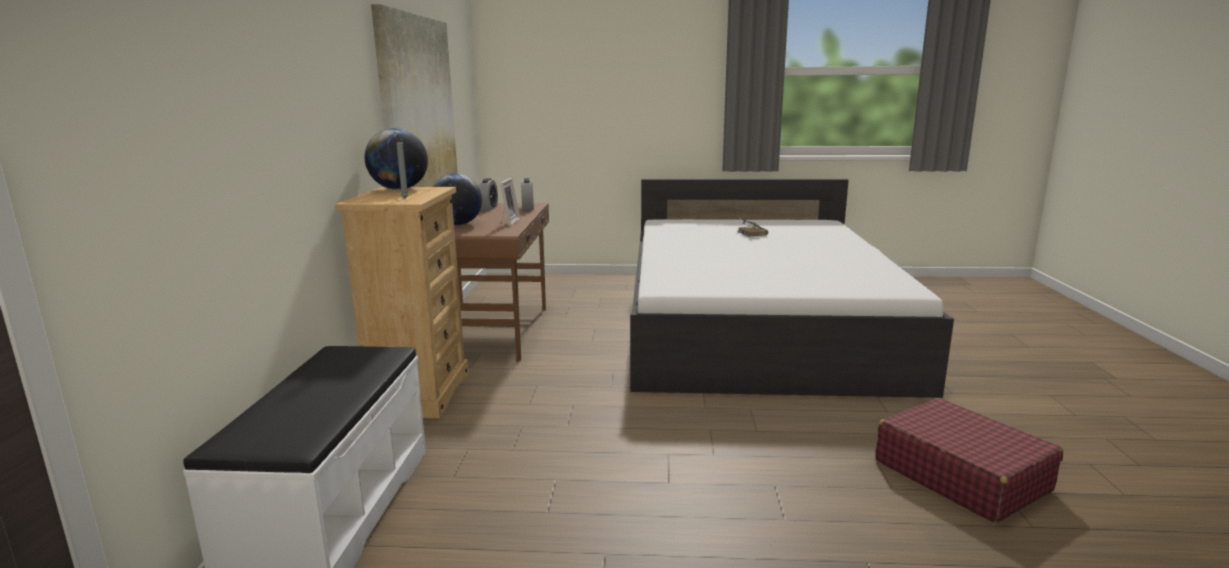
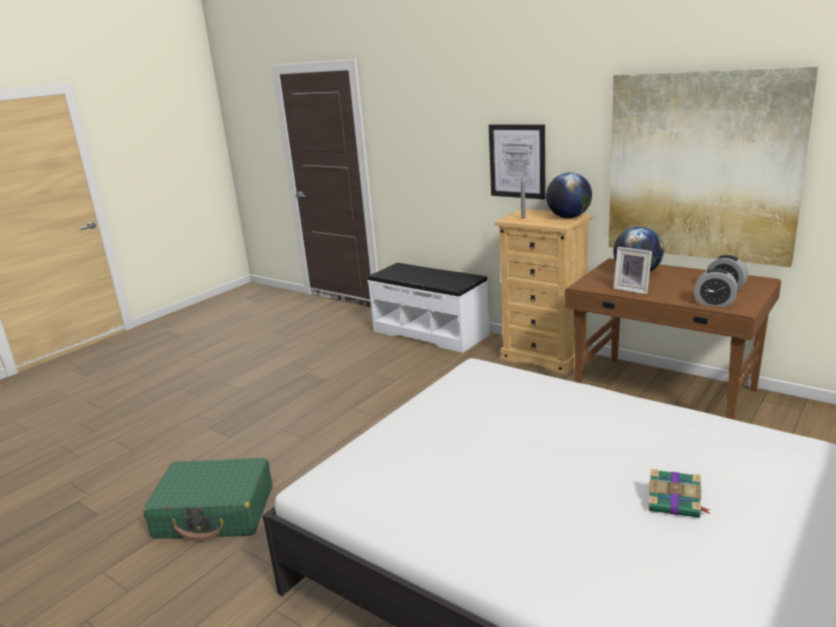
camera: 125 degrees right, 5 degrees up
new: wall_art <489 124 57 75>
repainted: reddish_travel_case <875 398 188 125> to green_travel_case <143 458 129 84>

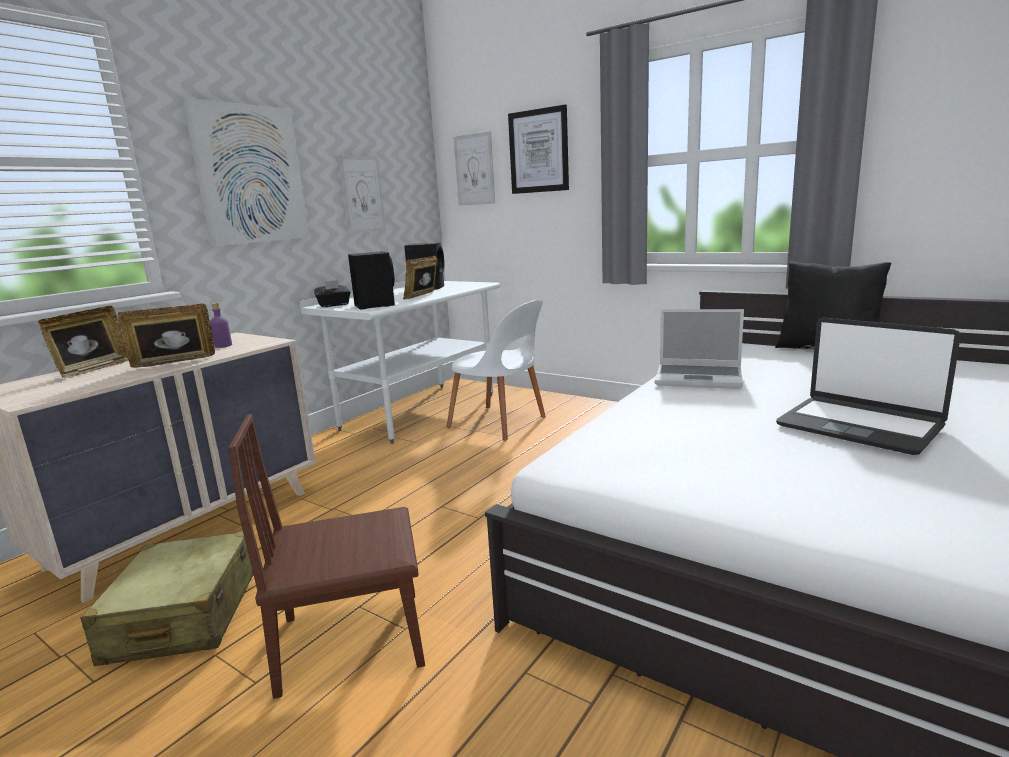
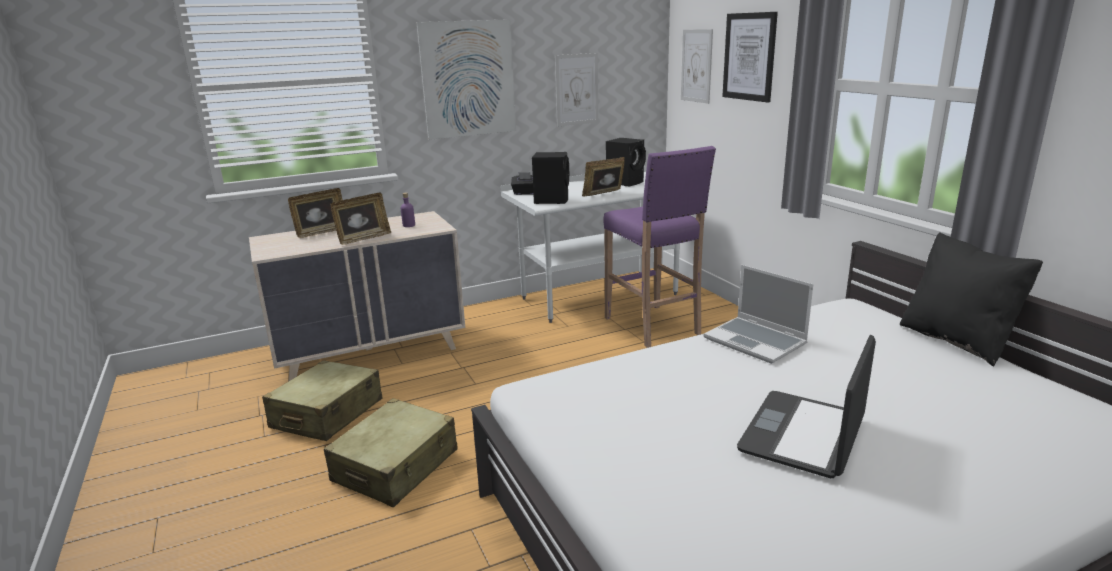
camera: 30 degrees right, 5 degrees up
swapped: brown-coloured_chair <228 414 197 285> to beige-coloured_travel_case <324 398 134 109>; white_chair <446 300 100 141> to purplish_stool <603 146 113 202>
rotated: photo_frame <117 303 98 65> = <330 192 61 53> 135 degrees clockwise; laptop <776 317 185 138> = <737 335 139 144> 45 degrees clockwise

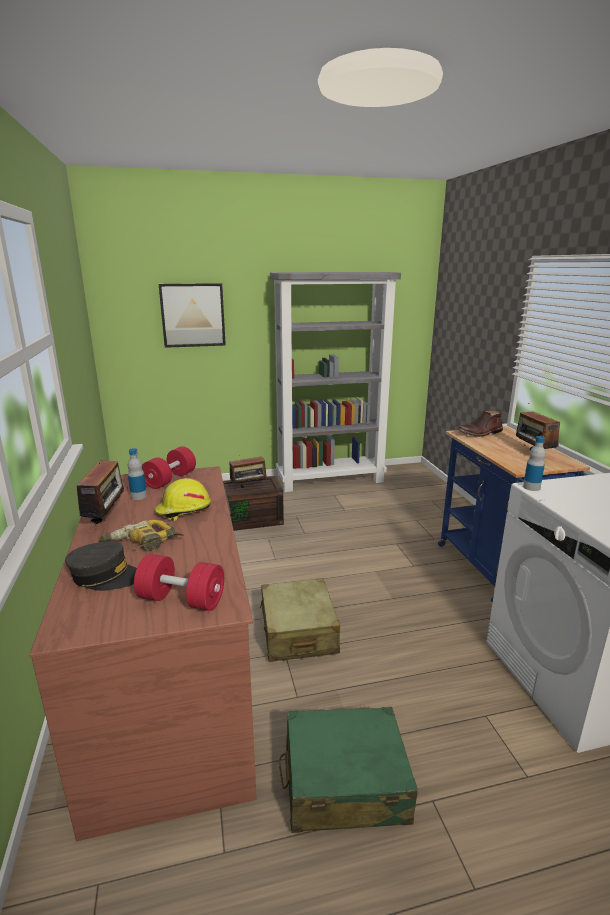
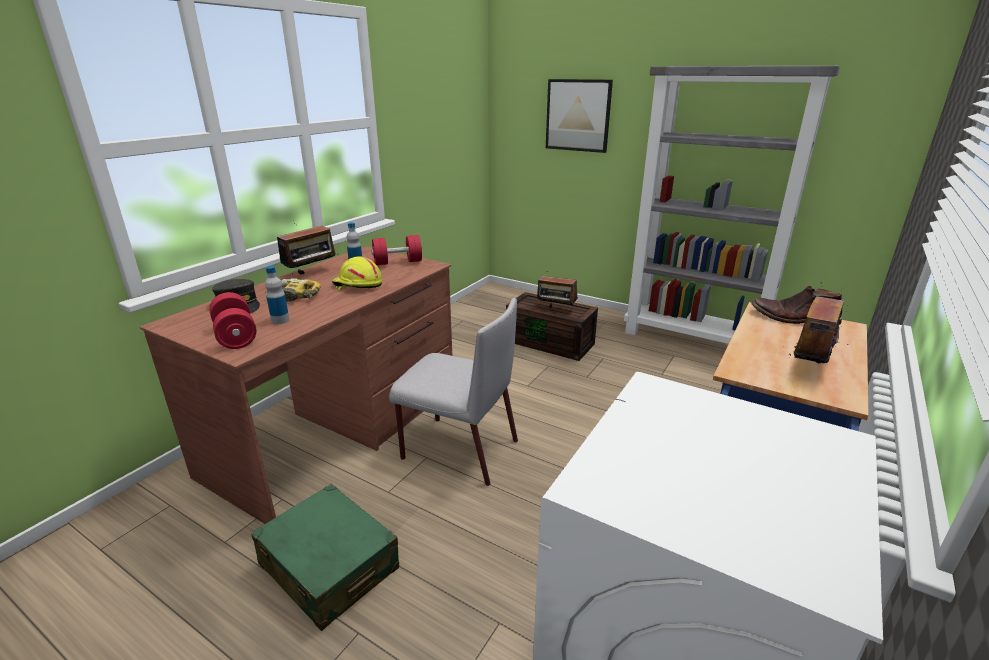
camera: 45 degrees right, 5 degrees up
shifted: bottle <523 436 23 55> to <265 266 25 58>
swapped: beige-coloured_travel_case <260 578 80 84> to greyish_chair <389 298 129 188>

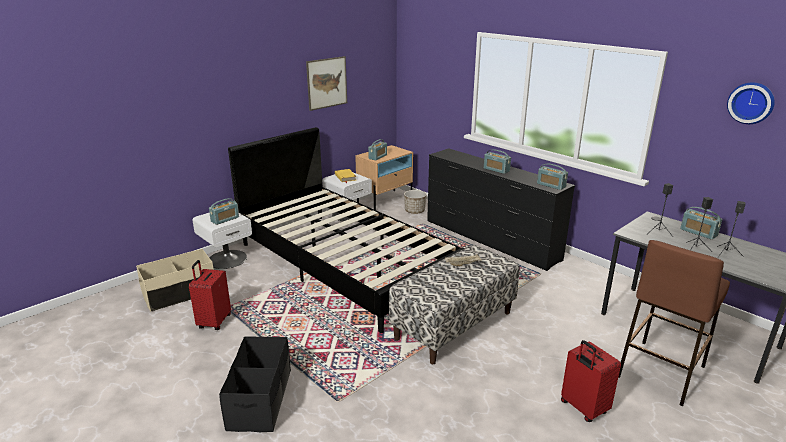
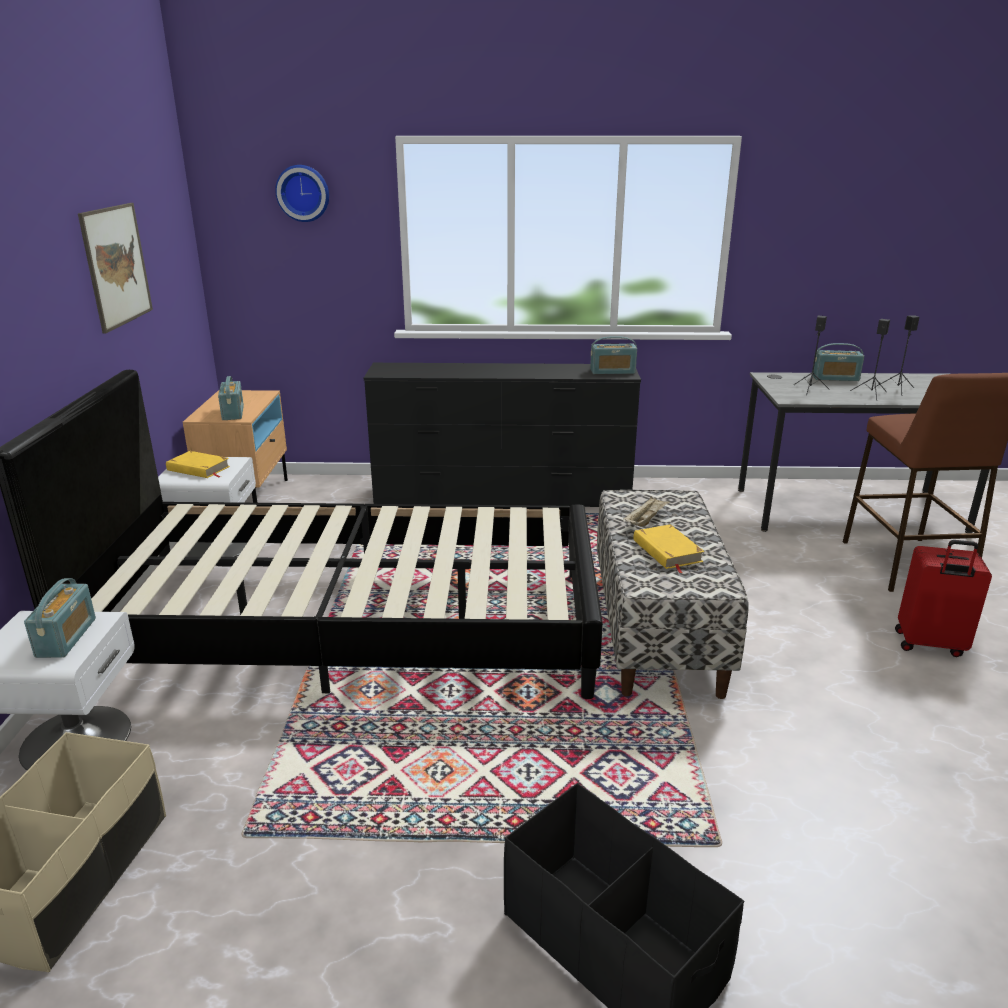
camera: 45 degrees left, 0 degrees up
gone: reddish_travel_case <189 260 42 70>; flower_pot <404 190 23 24>; radio_receiver <484 149 27 25>
new: yellow_volume <634 524 71 49>
shifted: hanging_clock <727 83 47 41> to <275 165 54 57>

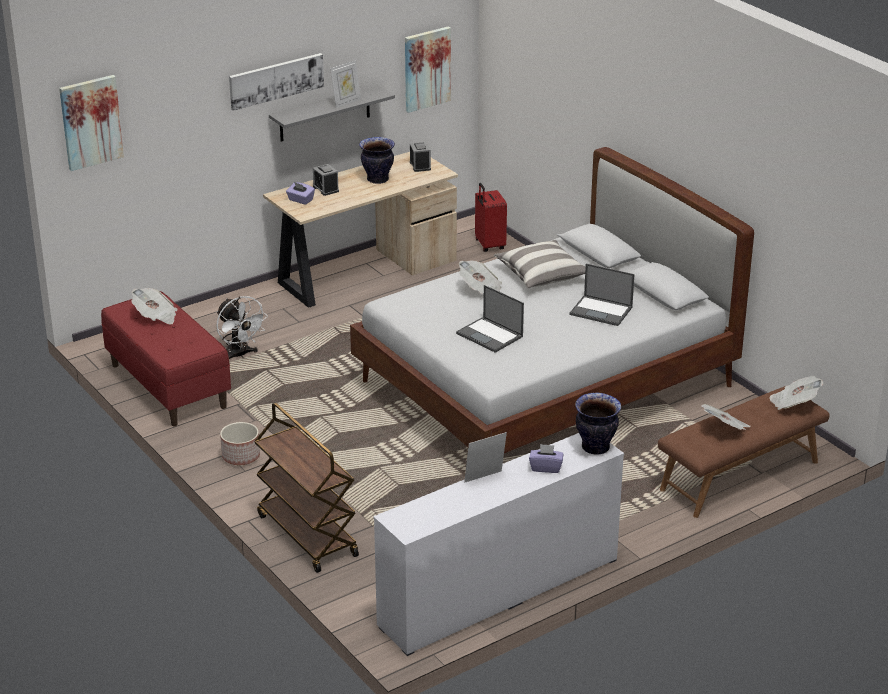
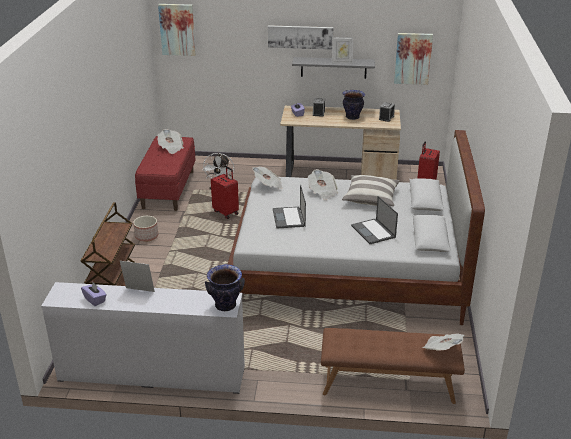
camera: 40 degrees right, 0 degrees up
new: reddish_travel_case <211 167 28 52>
shifted: purplish_tissue_holder <529 444 34 29> to <81 282 26 24>; daily_paper <701 404 50 26> to <252 166 31 23>

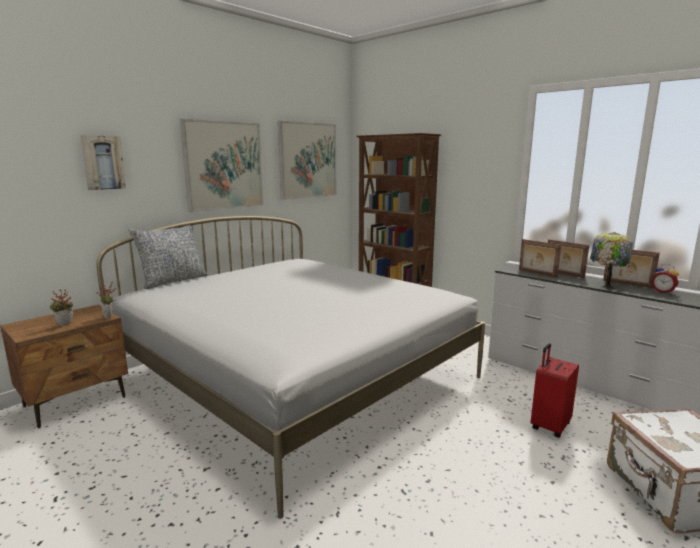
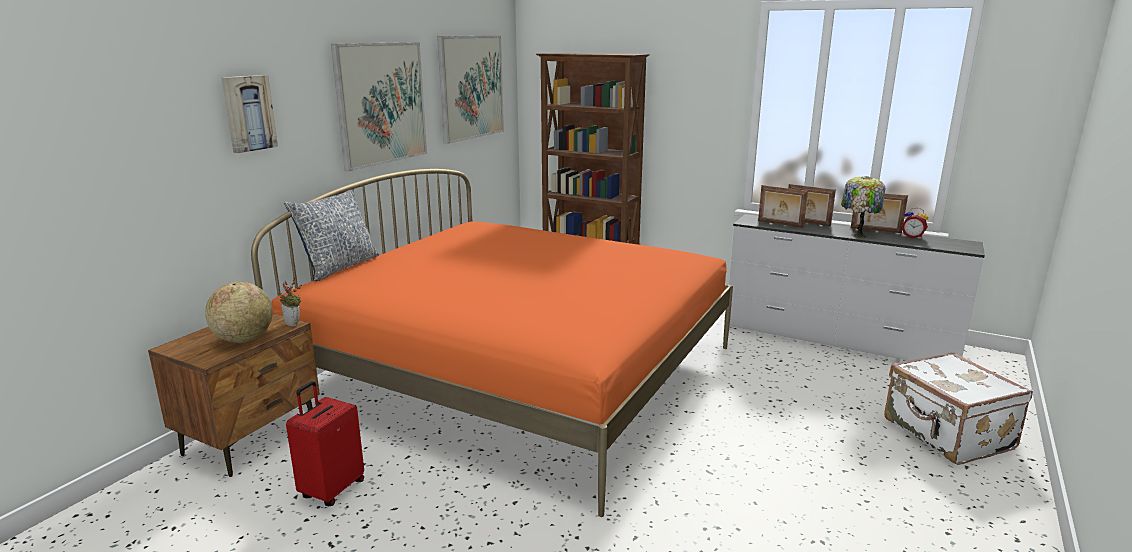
camera: 15 degrees left, 5 degrees up
shifted: reddish_travel_case <531 343 48 95> to <286 381 78 125>
swapped: plant_in_a_pot <50 289 23 37> to world_globe <205 282 68 61>
repainted: white_bedroom_bed <97 216 388 303> to orange_bedroom_bed <251 169 482 348>

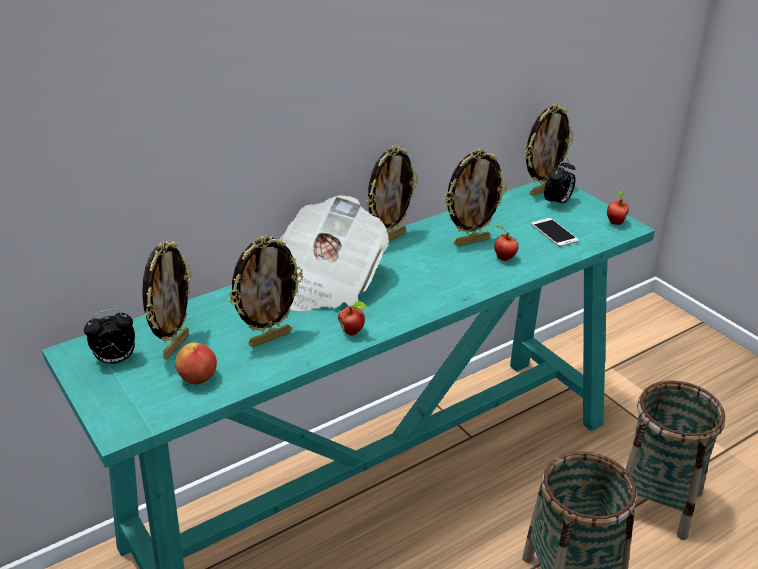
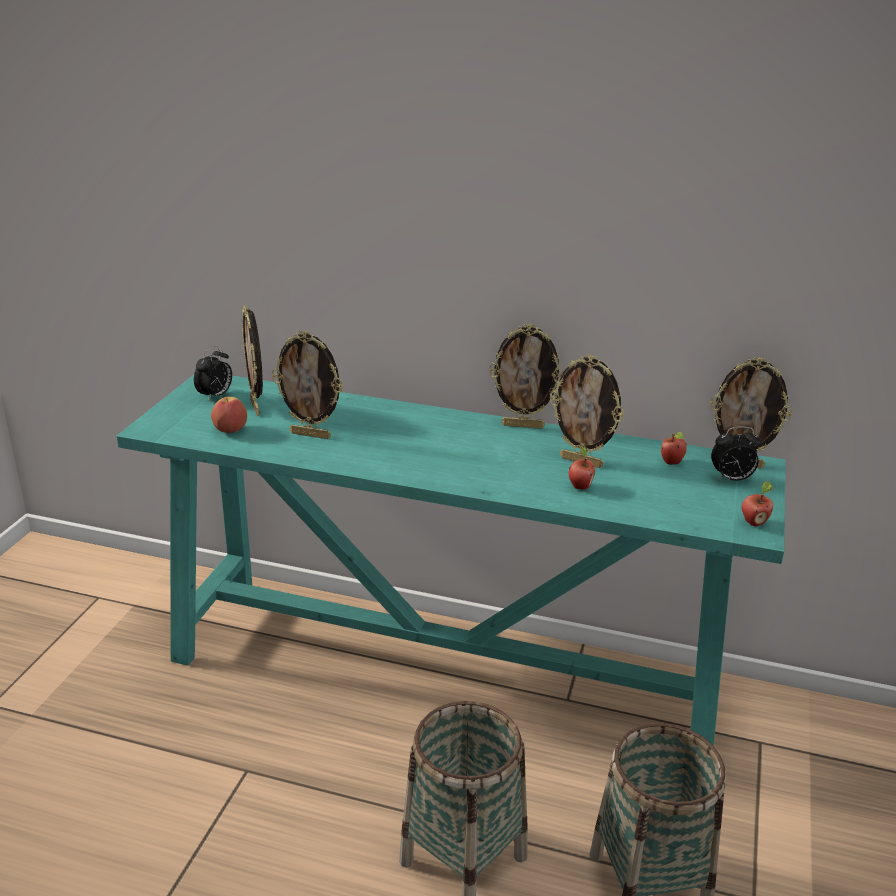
camera: 50 degrees right, 5 degrees down
gone: daily_paper <279 195 110 116>; telephone <531 218 48 29>
shifted: apple <338 301 29 35> to <661 432 26 33>
rotated: alarm_clock <84 309 51 57> = <194 346 38 56> 90 degrees counterclockwise; photo_frame <142 241 50 119> = <242 306 21 110> 90 degrees clockwise

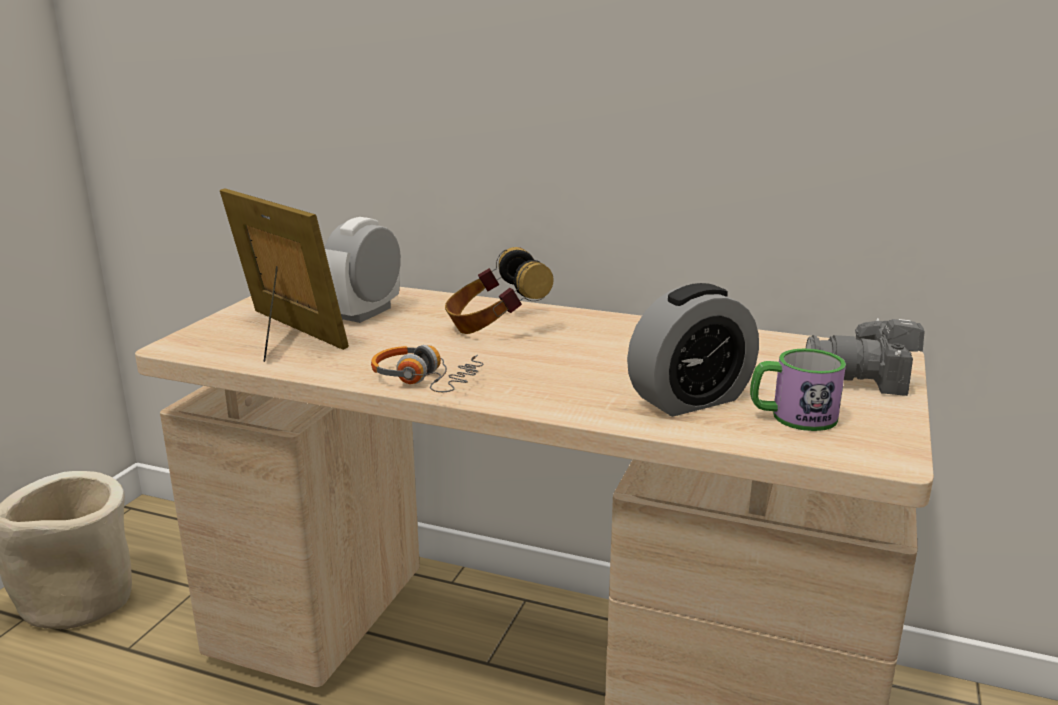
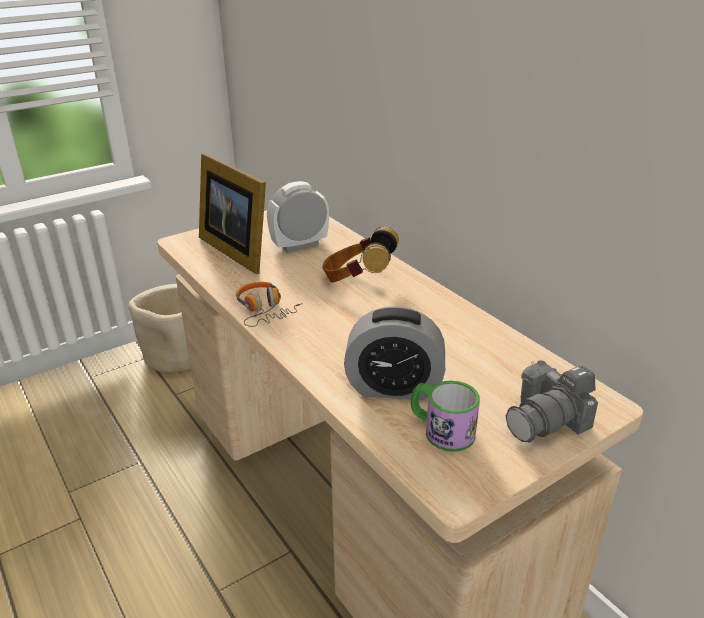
camera: 35 degrees right, 10 degrees up
rotated: photo_frame <220 189 129 173> = <199 153 67 121> 150 degrees clockwise; photo_camera <806 318 119 78> = <506 360 92 83> 75 degrees counterclockwise

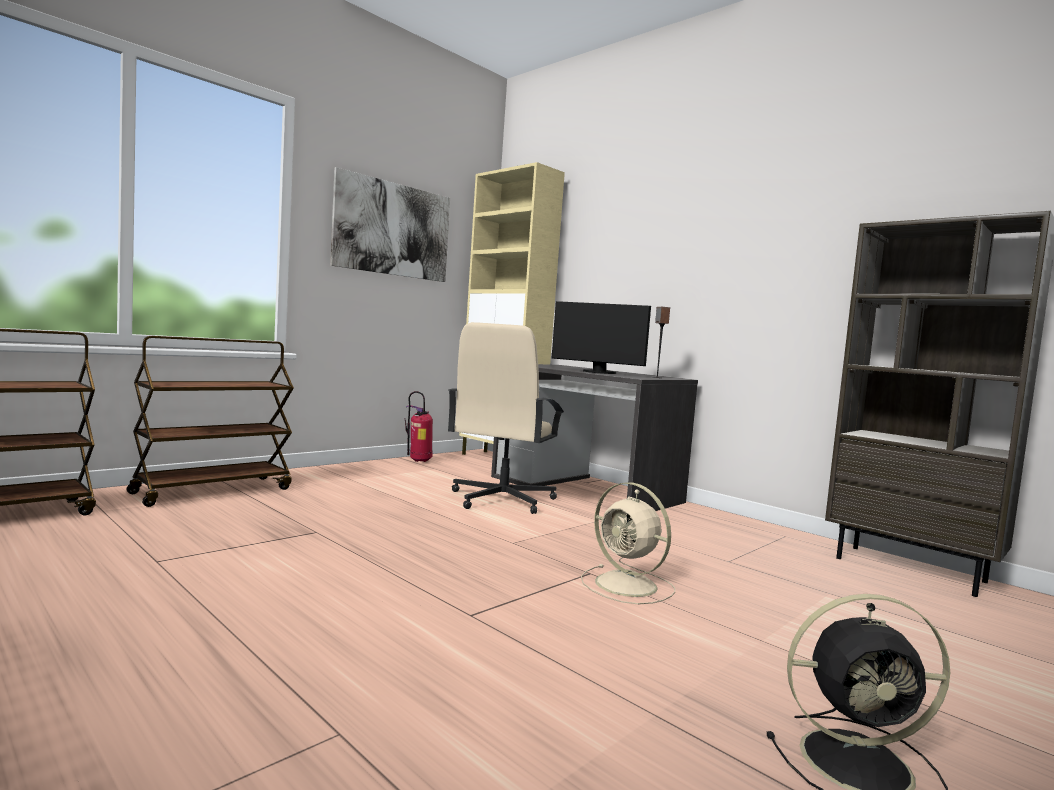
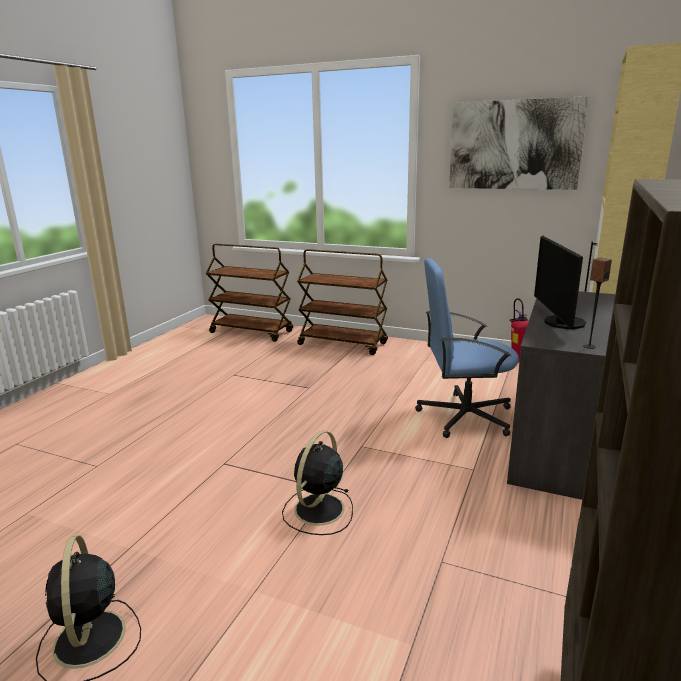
camera: 70 degrees right, 15 degrees up
repainted: beige-coloured_office_chair <448 322 116 192> to blue_office_chair <415 258 104 180>; beige-coloured_fan <581 482 94 122> to black_fan <282 431 71 104>

